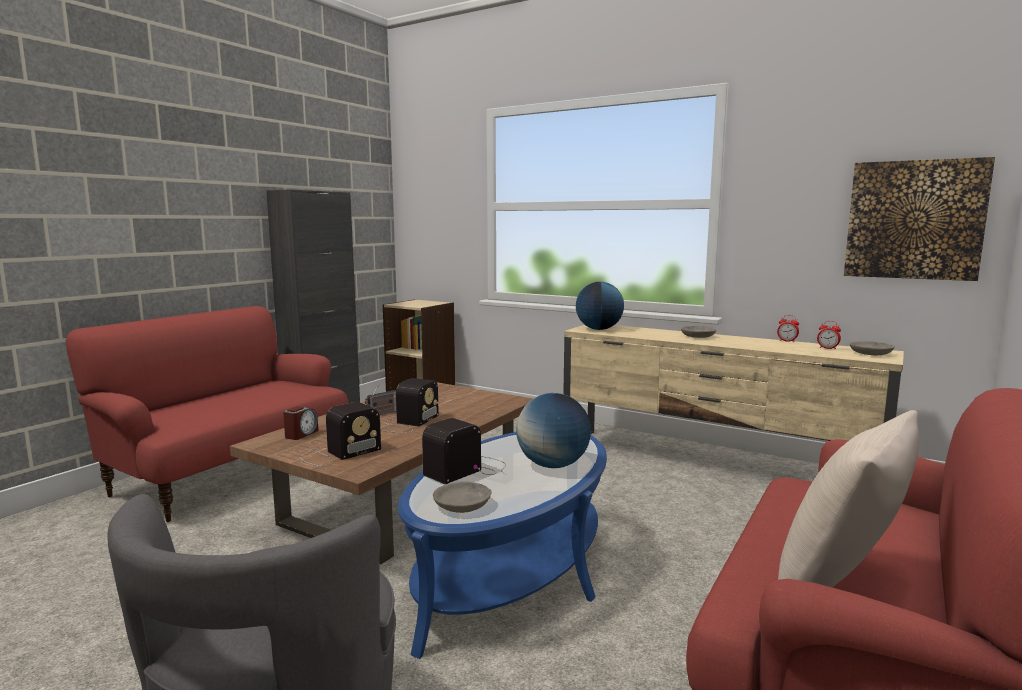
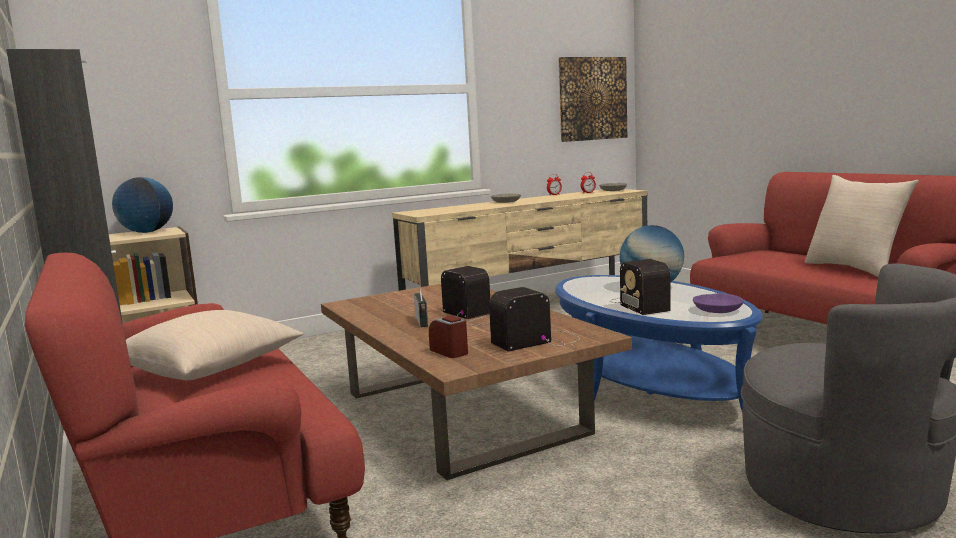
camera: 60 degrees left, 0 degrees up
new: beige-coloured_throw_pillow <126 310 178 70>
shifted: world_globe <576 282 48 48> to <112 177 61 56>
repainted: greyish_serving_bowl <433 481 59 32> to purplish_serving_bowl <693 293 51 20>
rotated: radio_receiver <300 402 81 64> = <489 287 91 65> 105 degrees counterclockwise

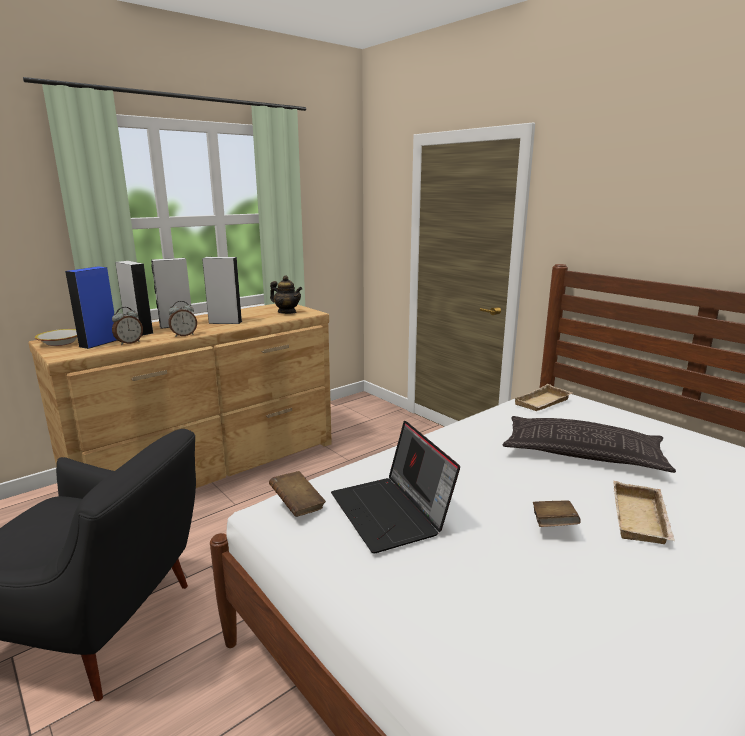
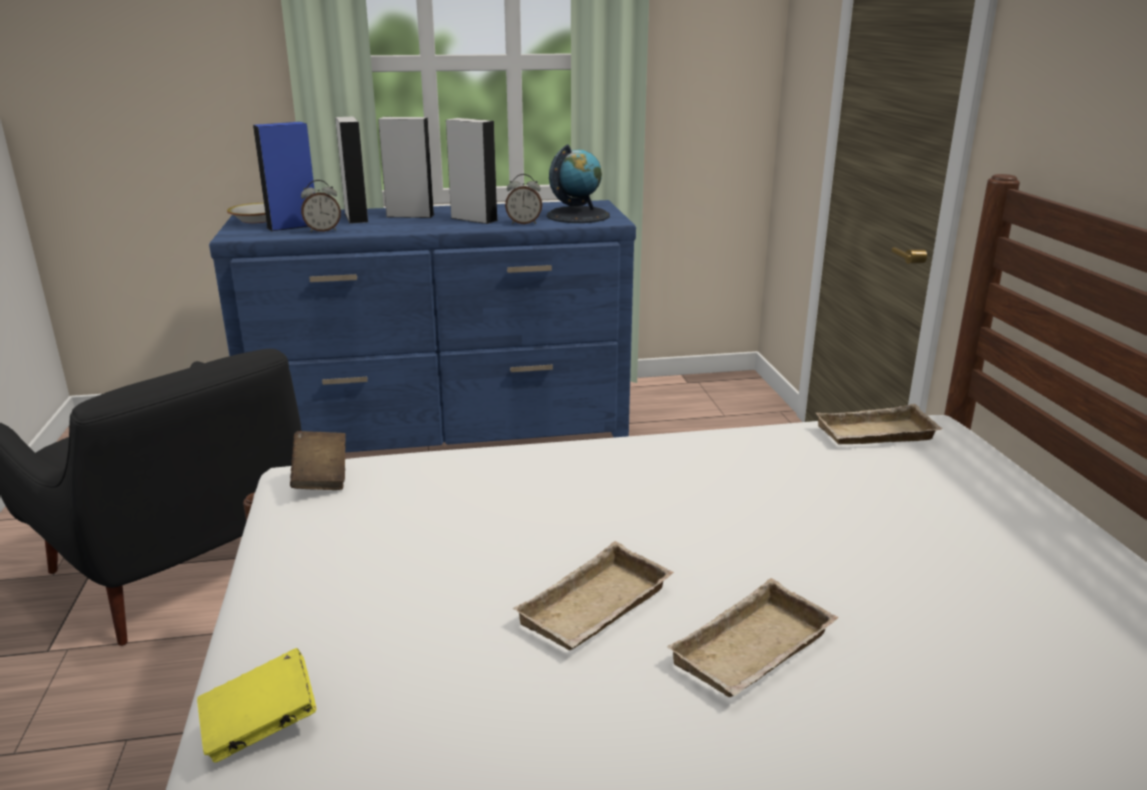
camera: 30 degrees right, 5 degrees up
gone: laptop <331 420 129 133>; throw_pillow <503 416 173 57>
new: yellow_volume <197 648 120 115>
shifted: alarm_clock <169 301 28 36> to <505 174 37 50>
swapped: tea_pot <270 276 32 38> to world_globe <547 144 63 79>; brown-coloured_volume <533 500 48 27> to beige-coloured_serving_tray <513 541 161 109>
repainted: brown-coloured_drawer_chest <28 304 304 184> to blue_drawer_chest <209 200 427 253>

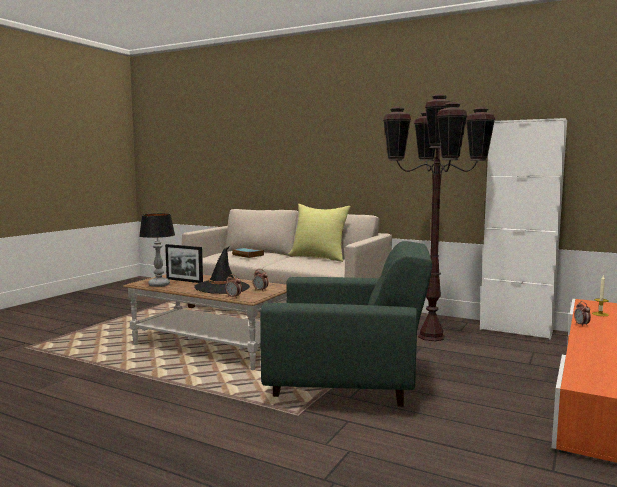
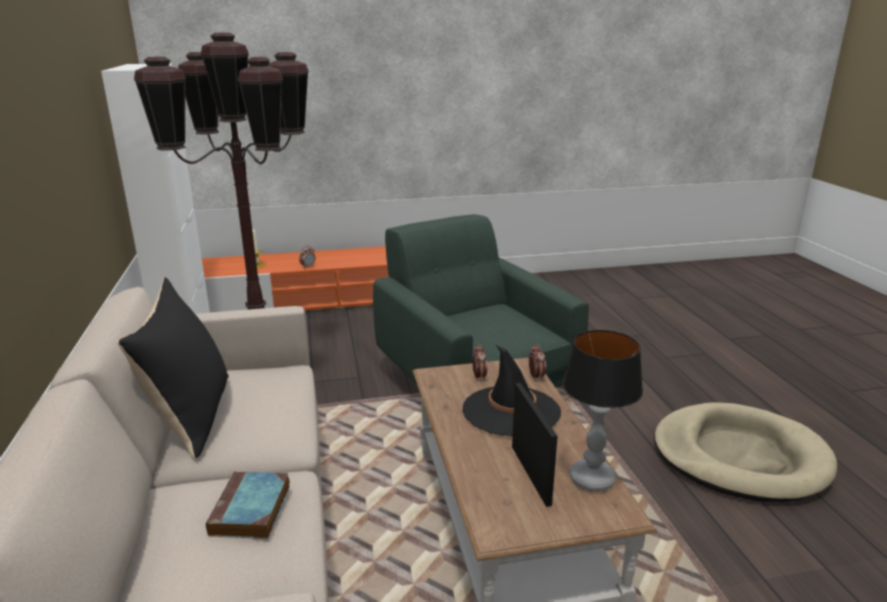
camera: 130 degrees left, 15 degrees up
new: beige-coloured_dog_bed <654 402 183 100>
repainted: yellow_throw_pillow <288 204 63 58> to black_throw_pillow <118 278 111 180>

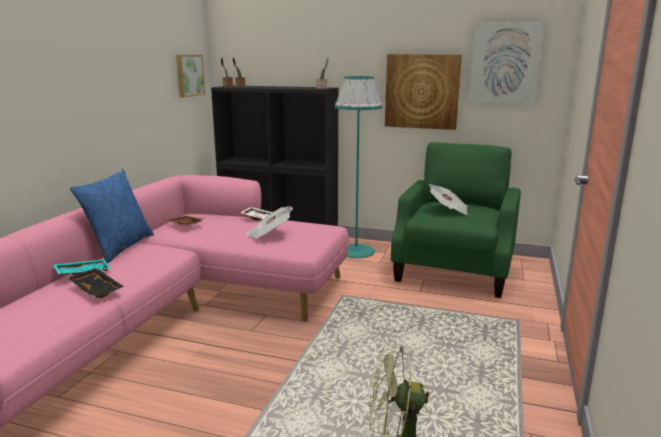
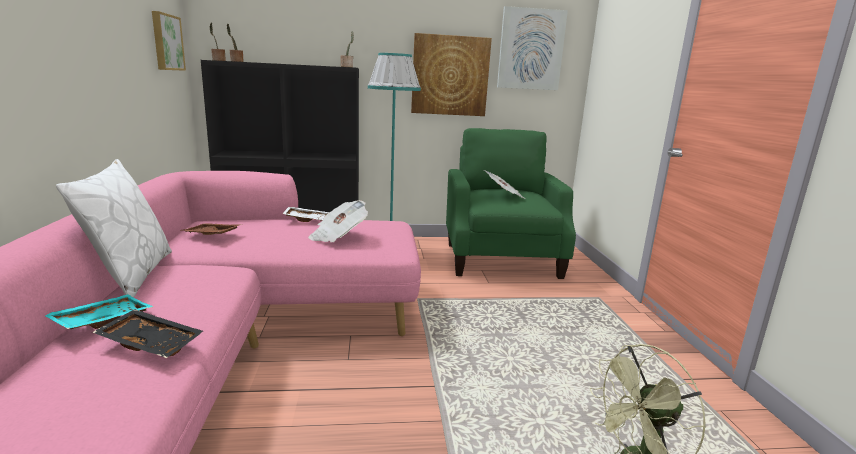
camera: 25 degrees left, 0 degrees up
repainted: blue_throw_pillow <70 169 84 94> to white_throw_pillow <56 159 116 139>

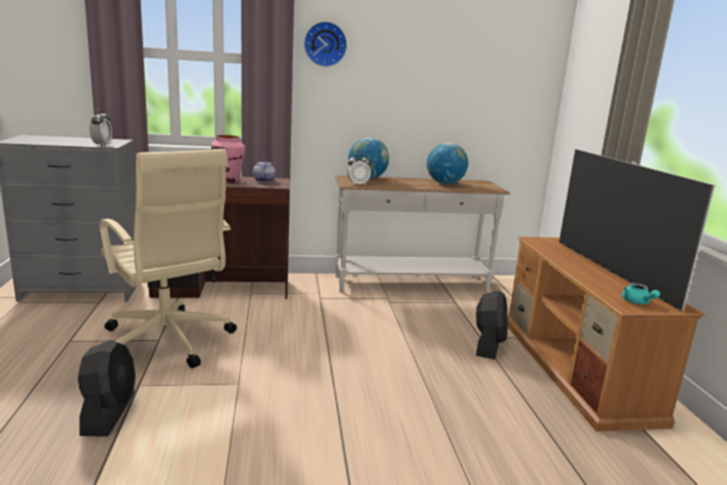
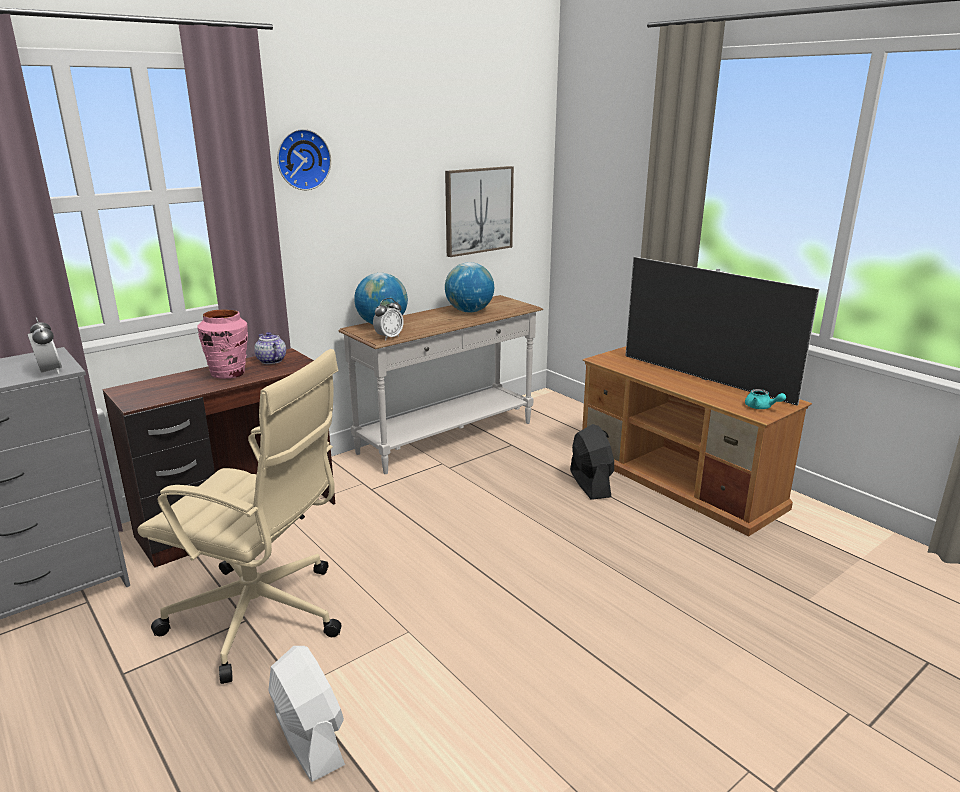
camera: 30 degrees left, 5 degrees up
new: wall_art <445 166 69 91>
repainted: black_fan <78 340 58 97> to white_fan <268 646 77 136>

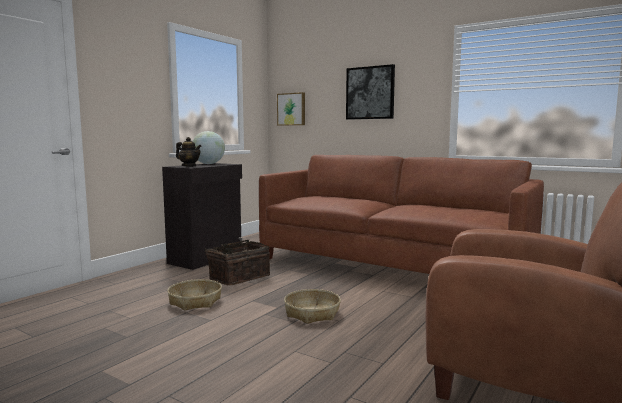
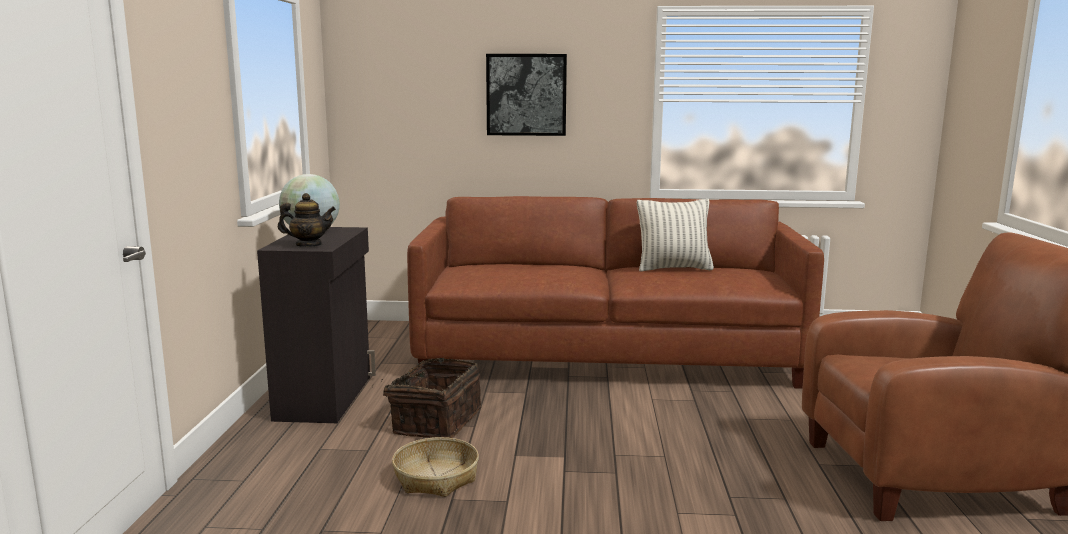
camera: 30 degrees left, 5 degrees up
gone: wall_art <277 92 28 34>; household_basket <284 289 57 35>
new: throw_pillow <637 199 77 72>

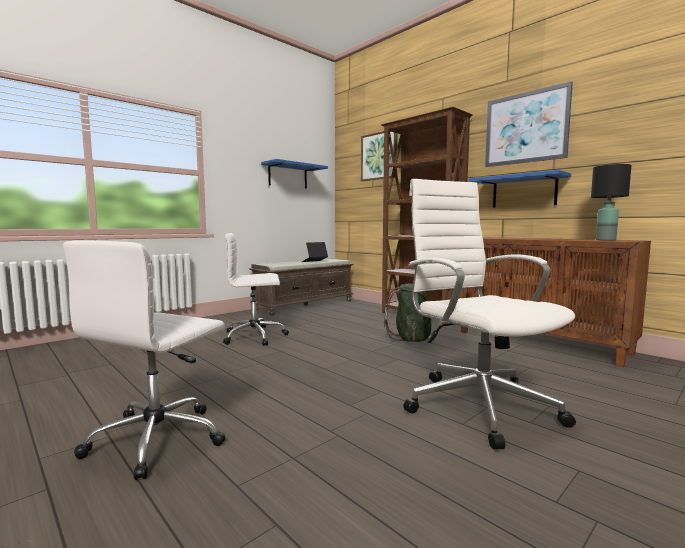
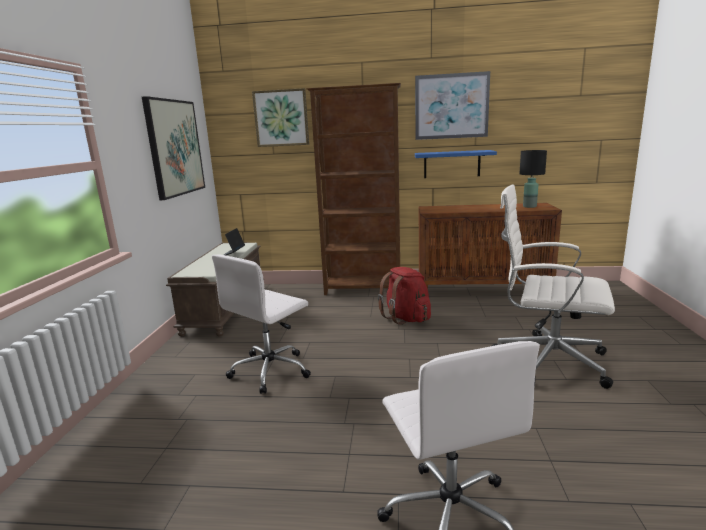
camera: 40 degrees left, 10 degrees up
swapped: blue_wall_shelf <261 159 67 30> to wall_art <142 96 63 104>
repainted: green_knapsack <384 284 48 58> to reddish_knapsack <378 267 53 58>

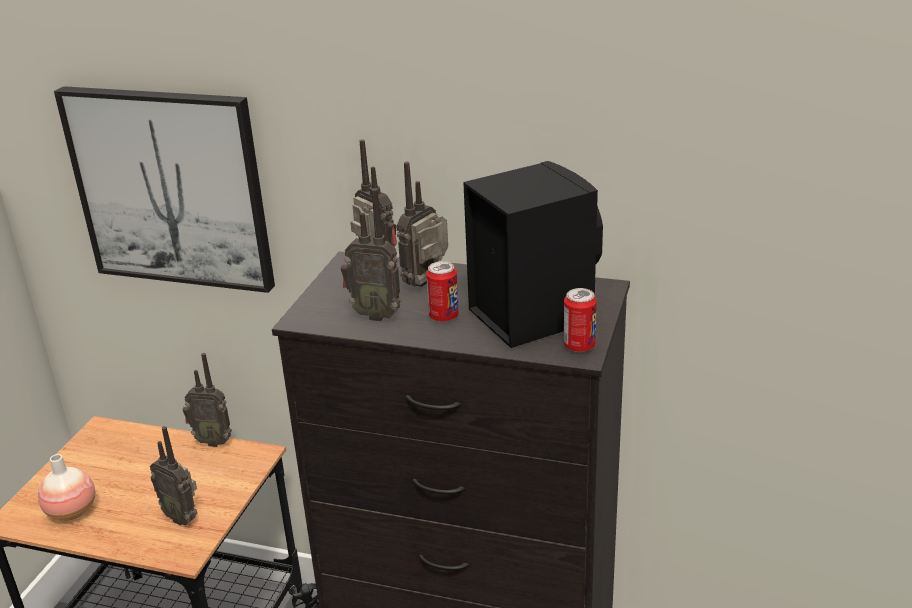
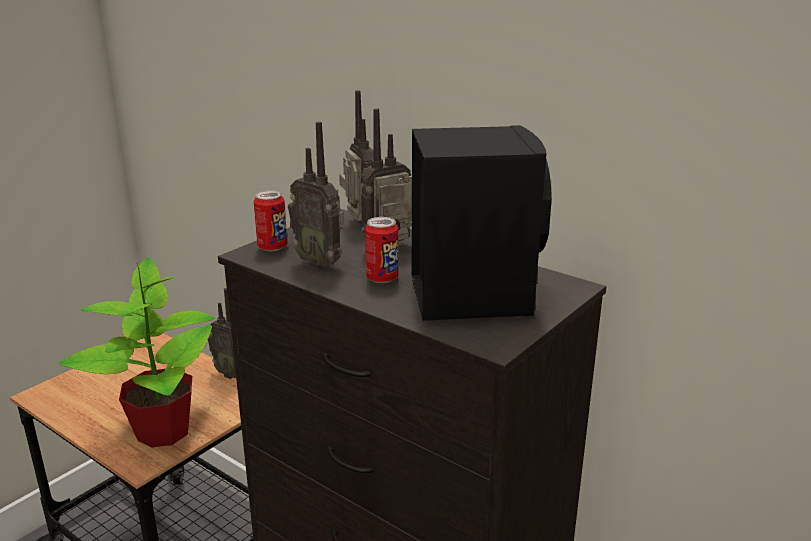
camera: 20 degrees right, 5 degrees down
gone: flower_vase <38 454 57 67>; wall_art <54 86 221 207>
shifted: sealed_can <564 288 33 64> to <254 190 33 61>
swapped: radio_receiver <150 426 47 99> to plant_in_a_pot <59 258 156 190>

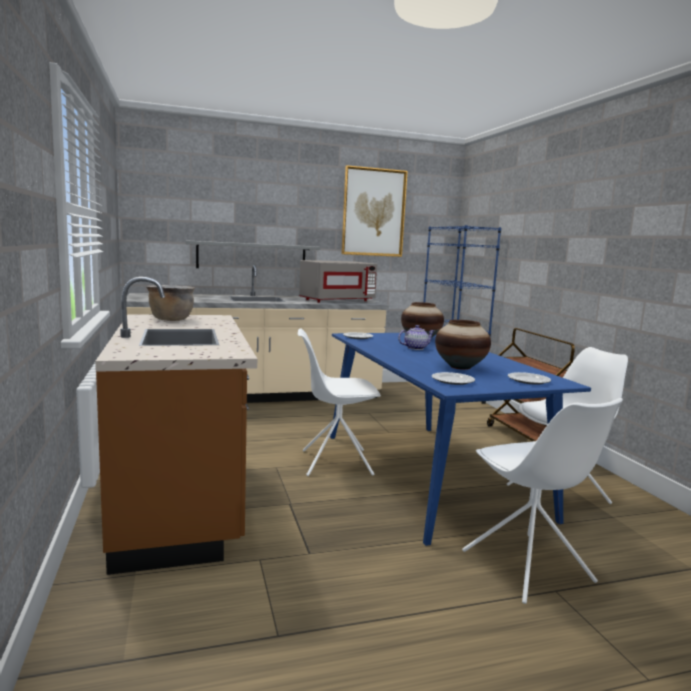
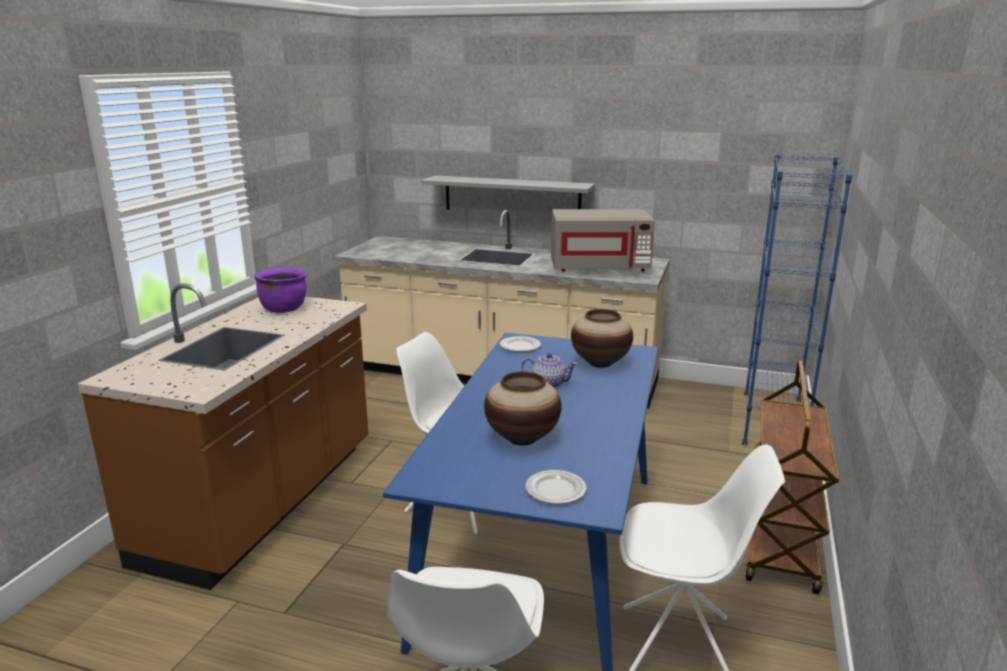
camera: 35 degrees right, 10 degrees up
gone: wall_art <341 165 67 92>; dinner_plate <432 372 43 13>
repainted: brown-coloured_stockpot <146 285 49 36> to purplish_stockpot <254 268 53 45>

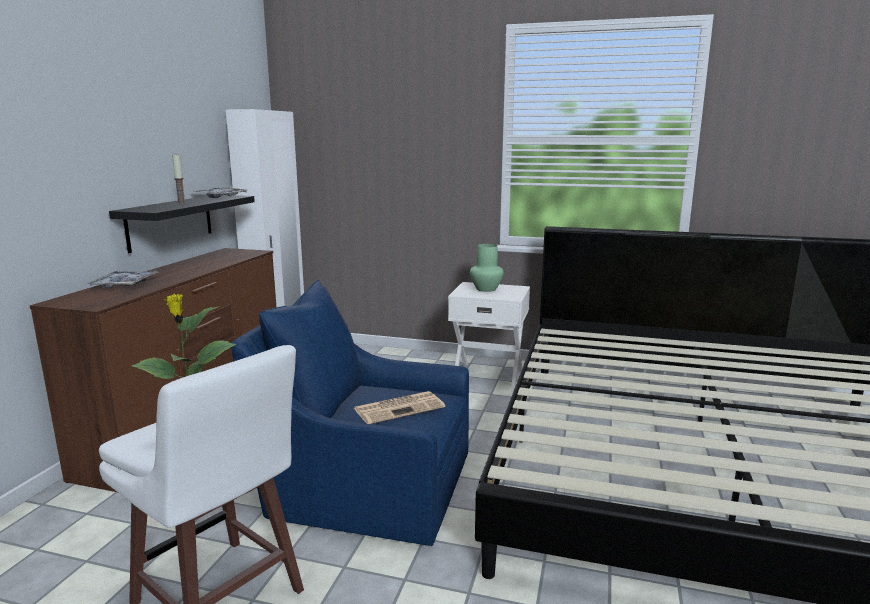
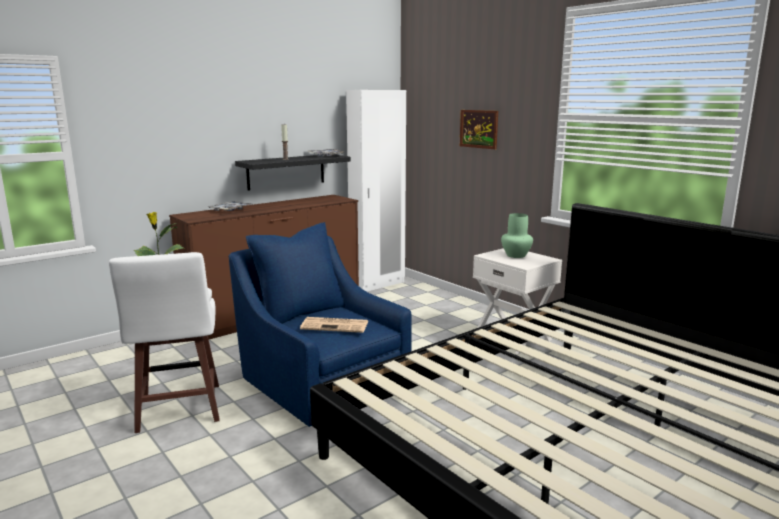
camera: 35 degrees right, 0 degrees up
new: wall_art <460 110 38 39>

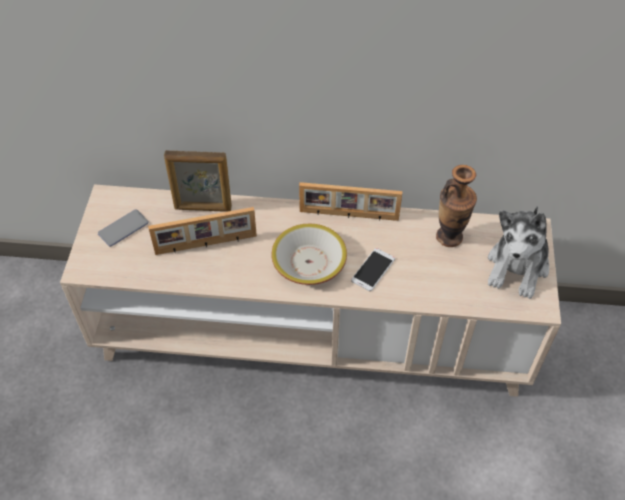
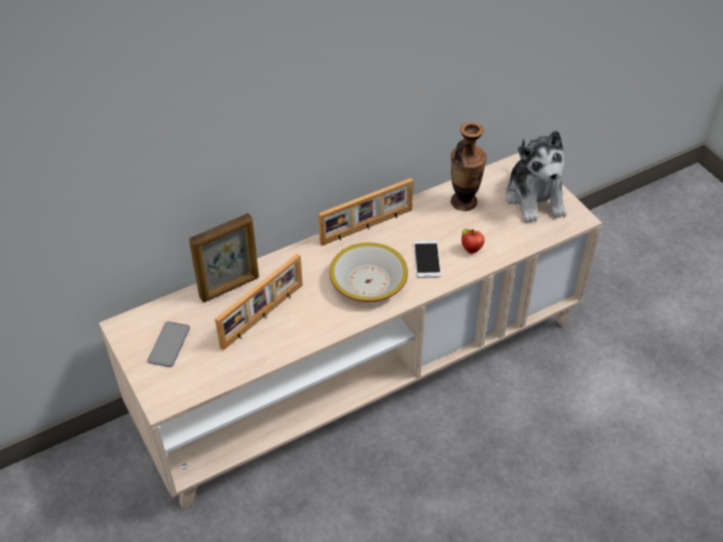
camera: 35 degrees left, 5 degrees down
new: apple <461 229 24 25>

